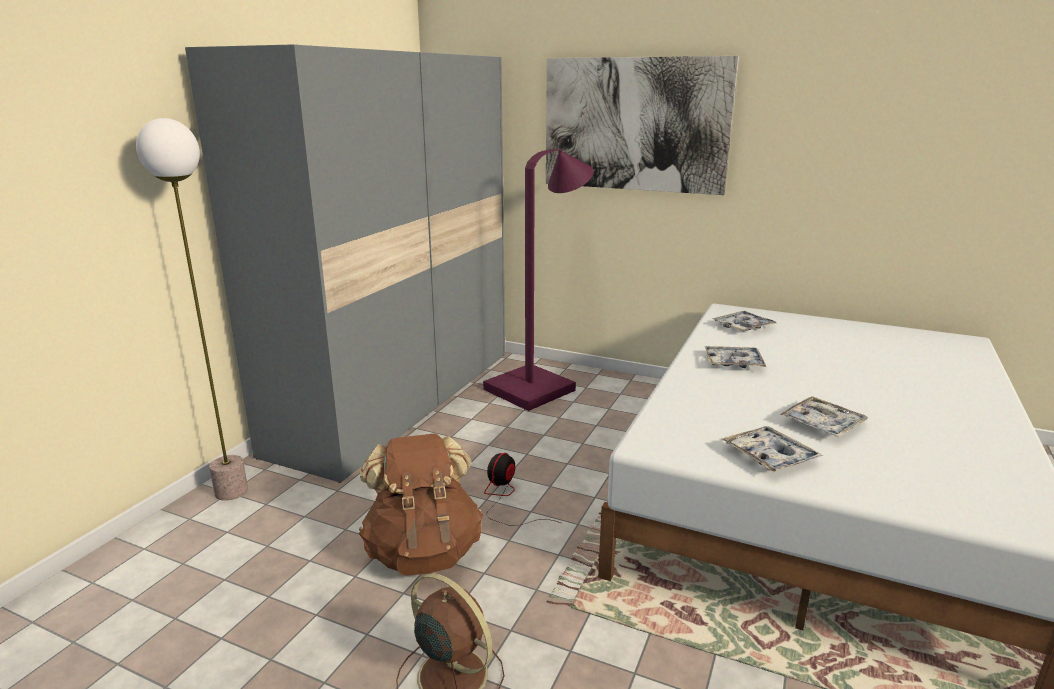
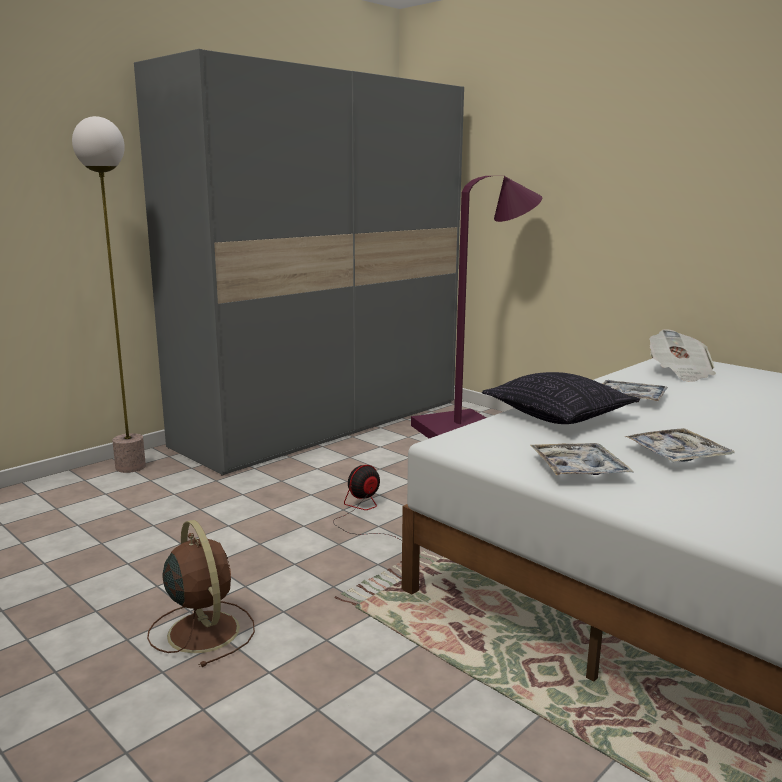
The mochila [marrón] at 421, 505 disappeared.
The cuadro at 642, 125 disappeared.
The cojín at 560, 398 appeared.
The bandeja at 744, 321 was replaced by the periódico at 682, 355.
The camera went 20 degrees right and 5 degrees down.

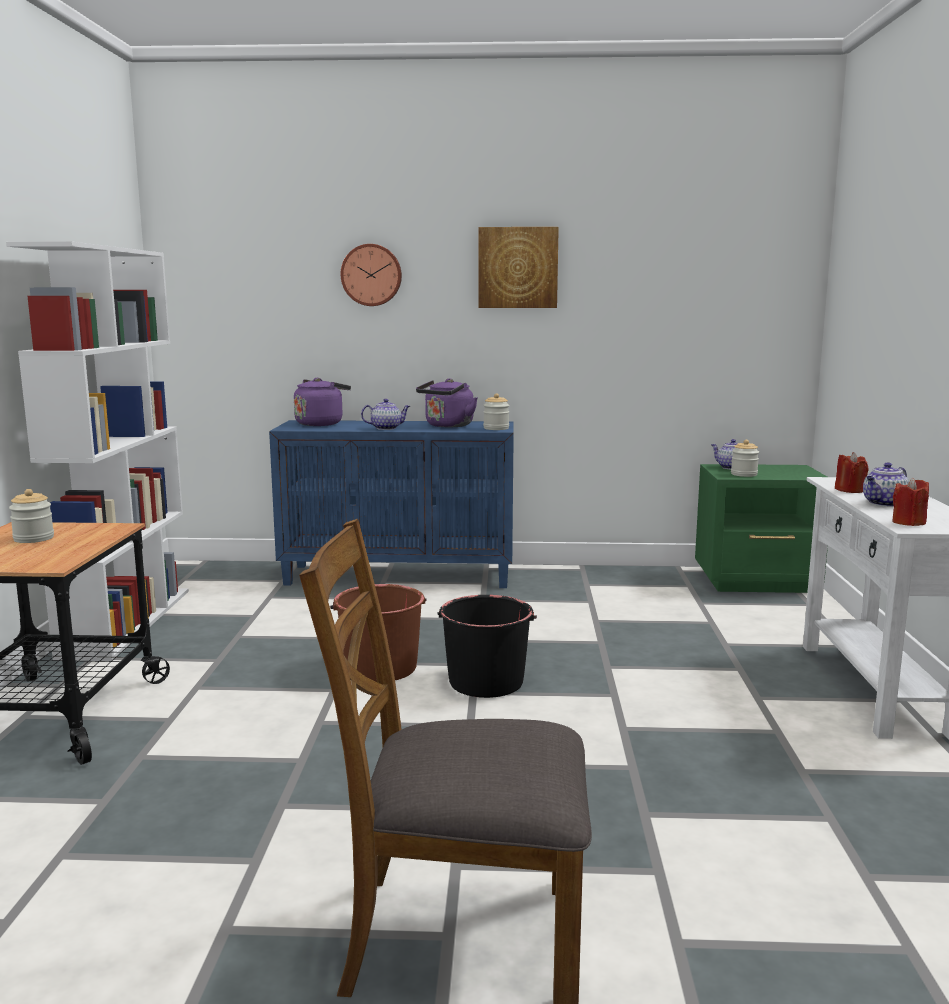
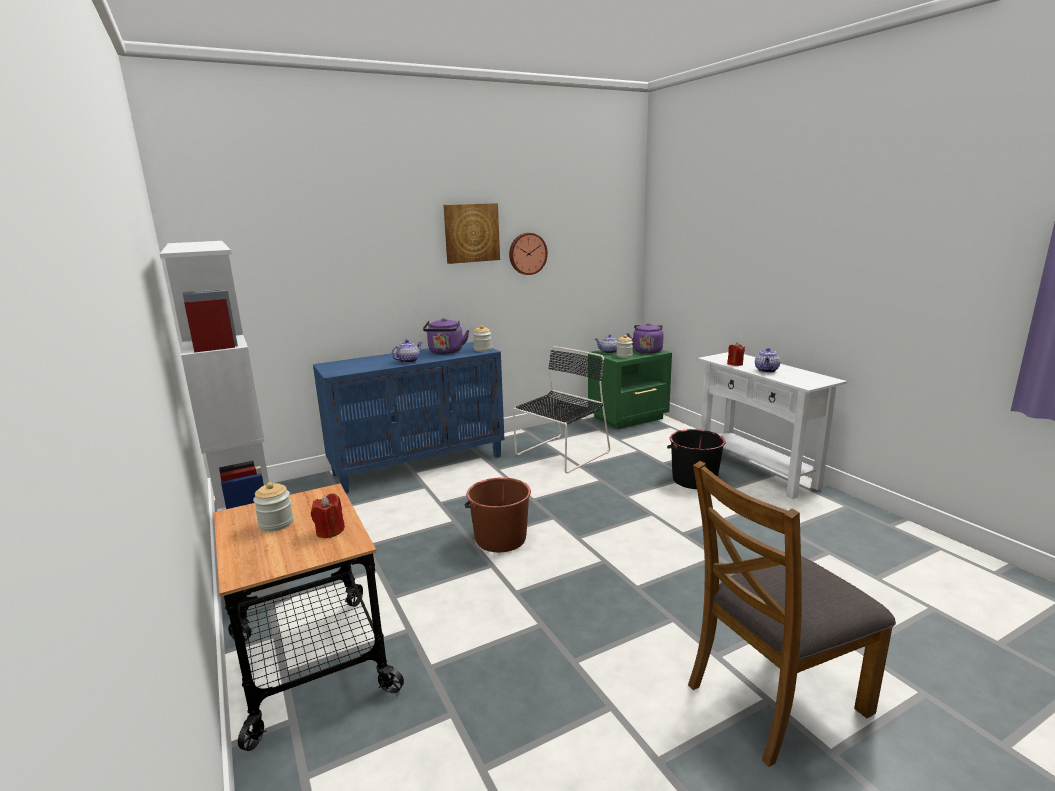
The silla [negro] at 561, 409 appeared.
The hervidor [morado] moved from 322, 402 to 645, 338.
The reloj de pared moved from 371, 275 to 528, 254.
The cubo [negro] moved from 487, 646 to 696, 459.
The vela [rojo] moved from 910, 502 to 328, 515.
The camera went 30 degrees left and 5 degrees up.

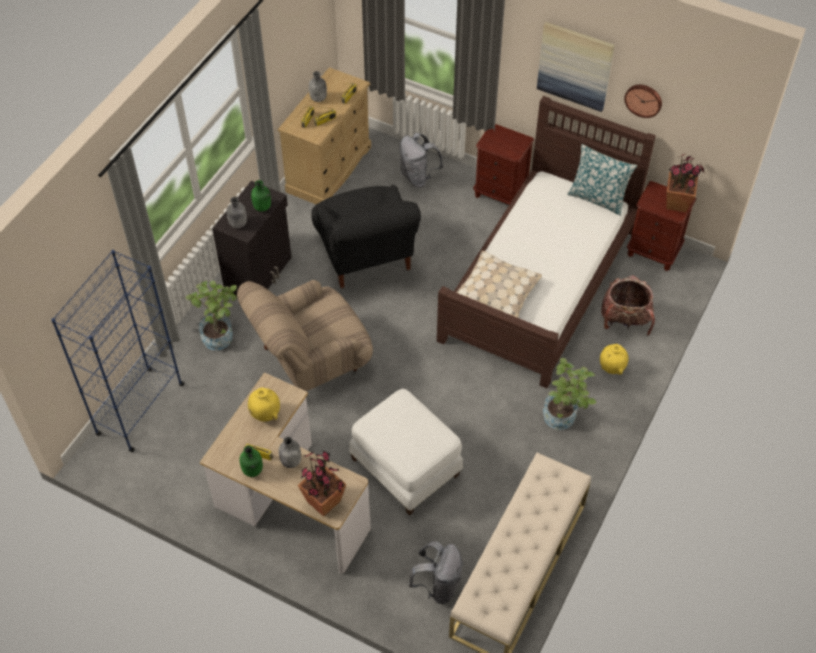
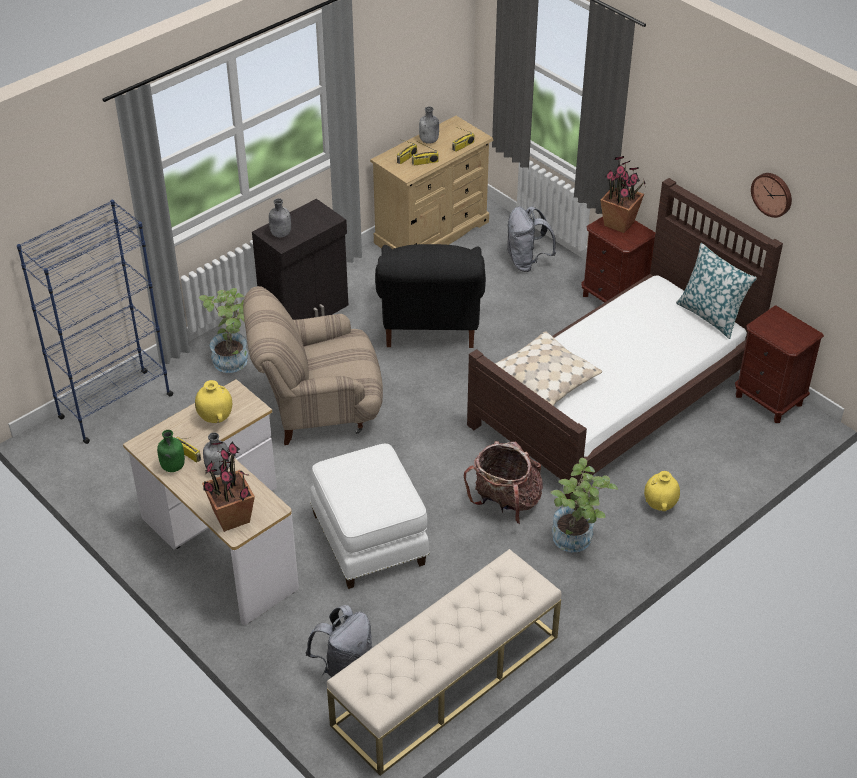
The botella [verde] at 261, 196 disappeared.
The cuadro at 576, 67 disappeared.
The mochila moved from 628, 305 to 503, 482.
The planta en maceta moved from 686, 183 to 622, 194.
The camera went 20 degrees right and 10 degrees down.

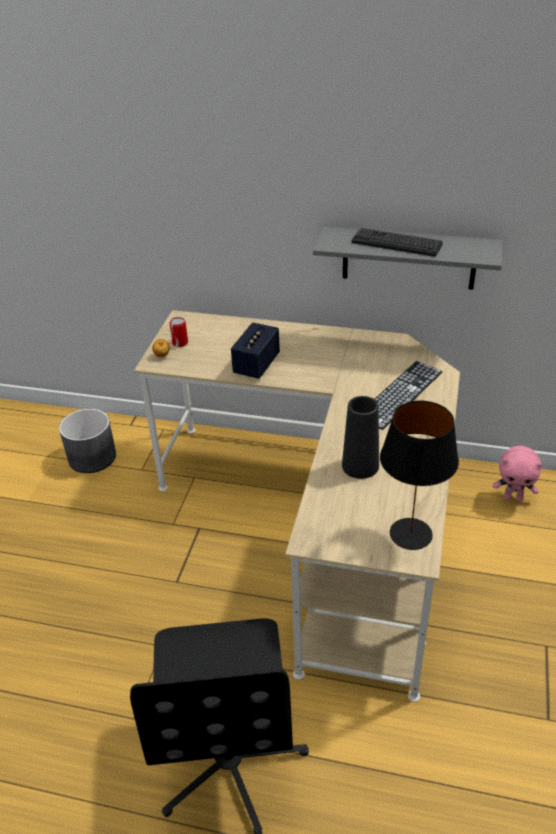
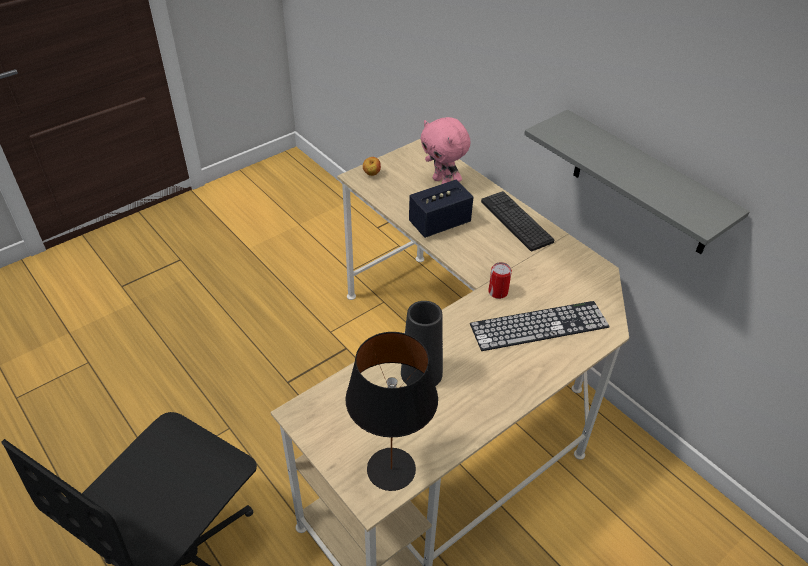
The maceta [gris] at 87, 441 disappeared.
The lata moved from 179, 332 to 500, 280.
The teclado moved from 397, 242 to 517, 221.
The peluche [rosa] moved from 517, 474 to 445, 150.
The camera went 35 degrees right and 5 degrees up.

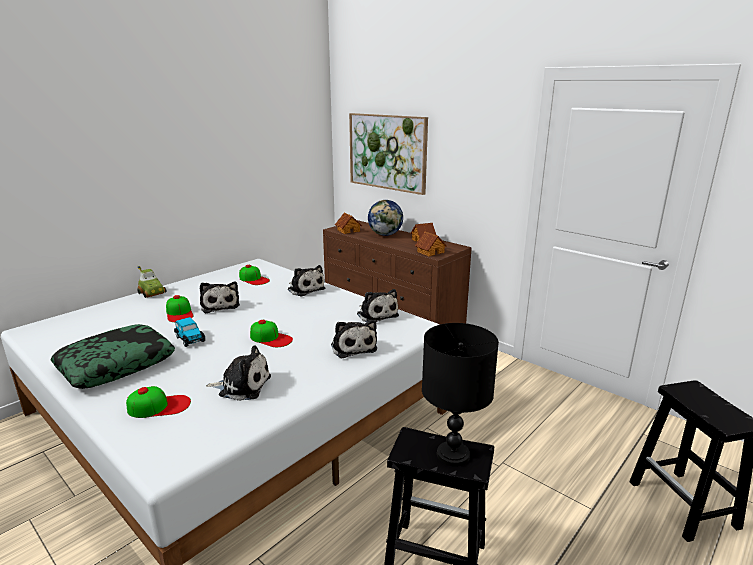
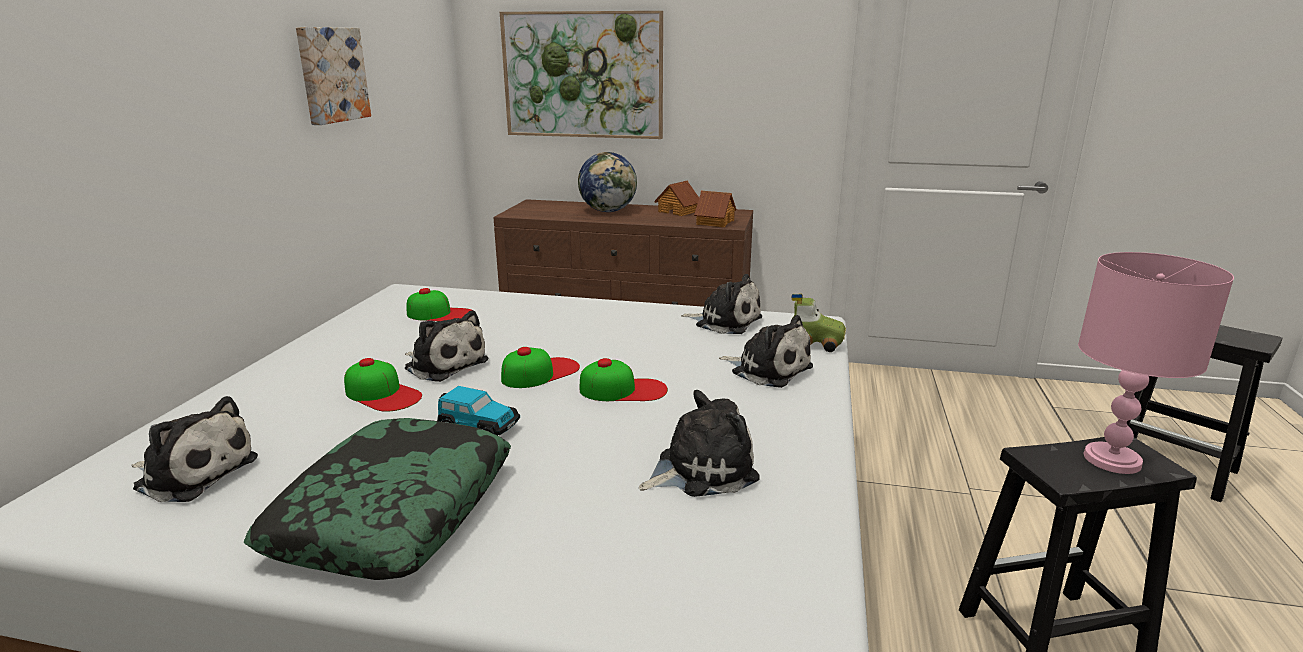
The casita at 348, 223 disappeared.
The cuadro at 333, 76 appeared.
The gorra moved from 158, 402 to 540, 367.
The coche de juguete moved from 152, 282 to 819, 323.
The peluche moved from 306, 280 to 194, 449.
The lámpara de mesa [negro] at 460, 395 became the lámpara de mesa [rosa] at 1156, 363.
The camera went 30 degrees left and 0 degrees up.

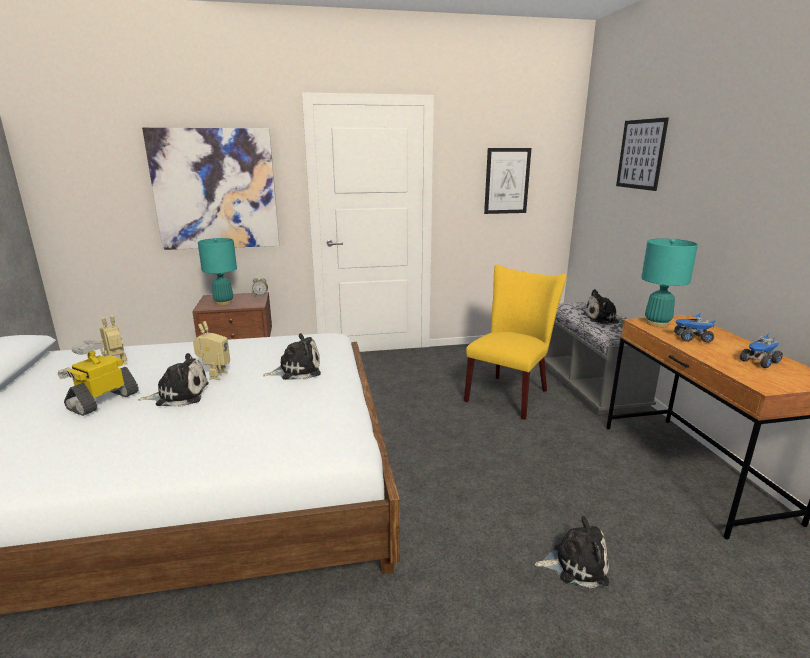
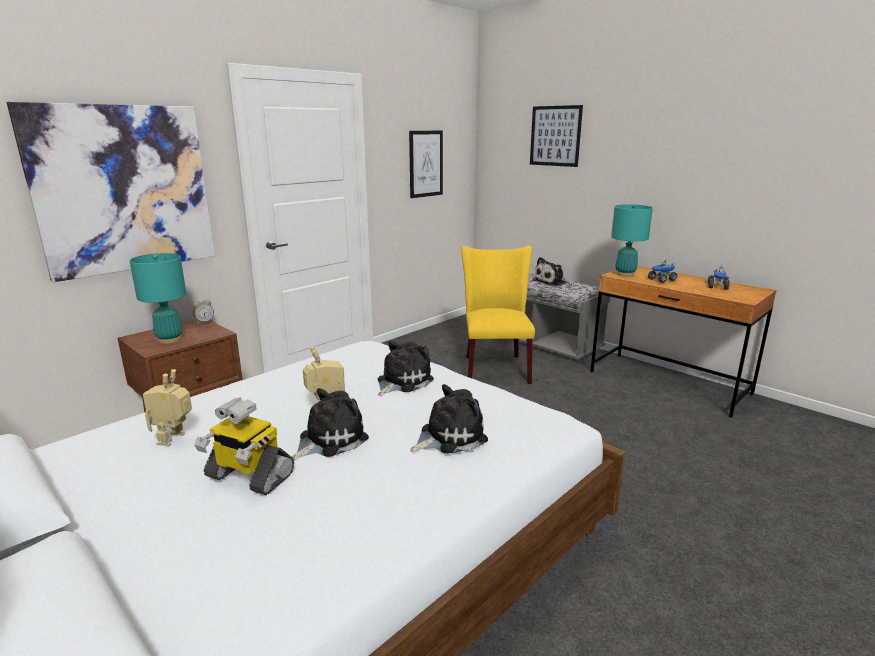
The peluche moved from 572, 552 to 449, 419.
The robot de juguete at 98, 378 turned 60 degrees counterclockwise.
The camera went 35 degrees left and 0 degrees up.

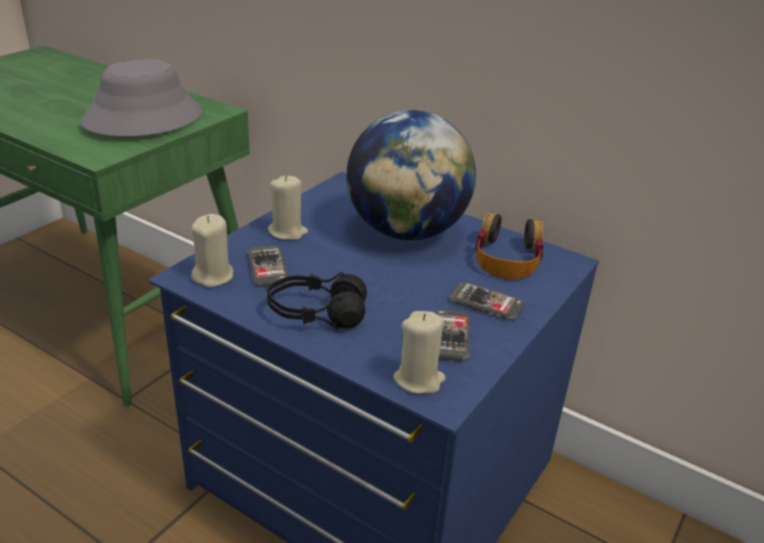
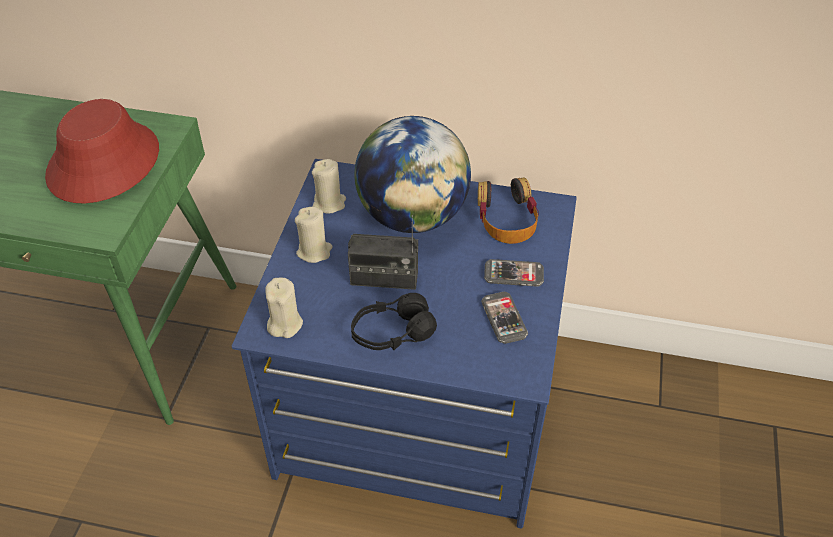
The móvil at 268, 266 disappeared.
The radio at 383, 252 appeared.
The vela [beis] moved from 419, 352 to 329, 186.
The sombrero [gris] at 141, 98 became the sombrero [rojo] at 102, 151.
The camera went 20 degrees left and 15 degrees up.

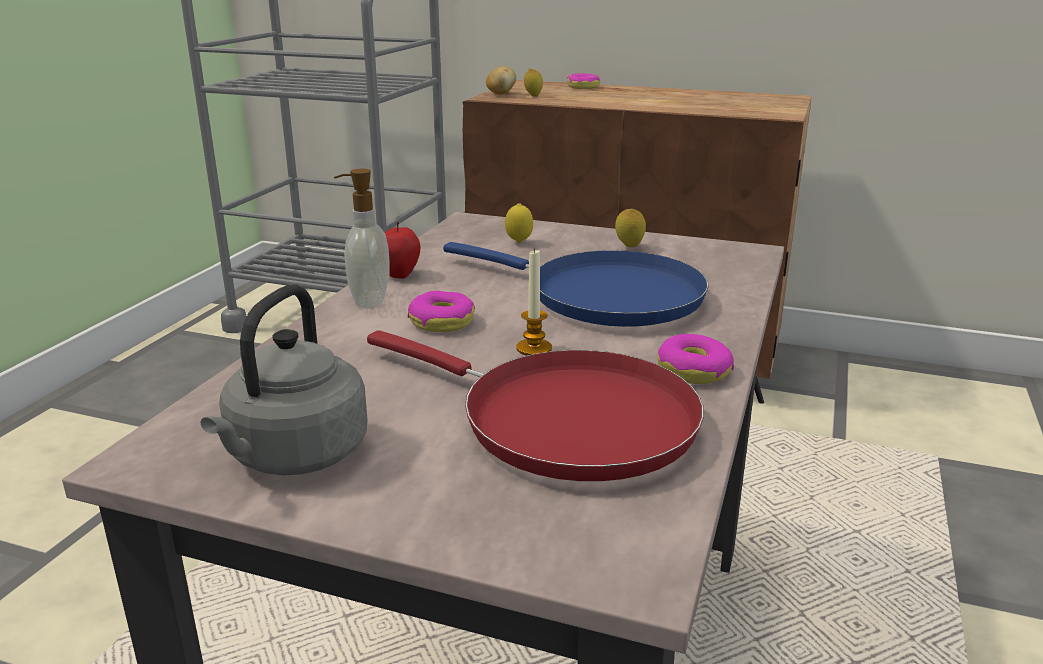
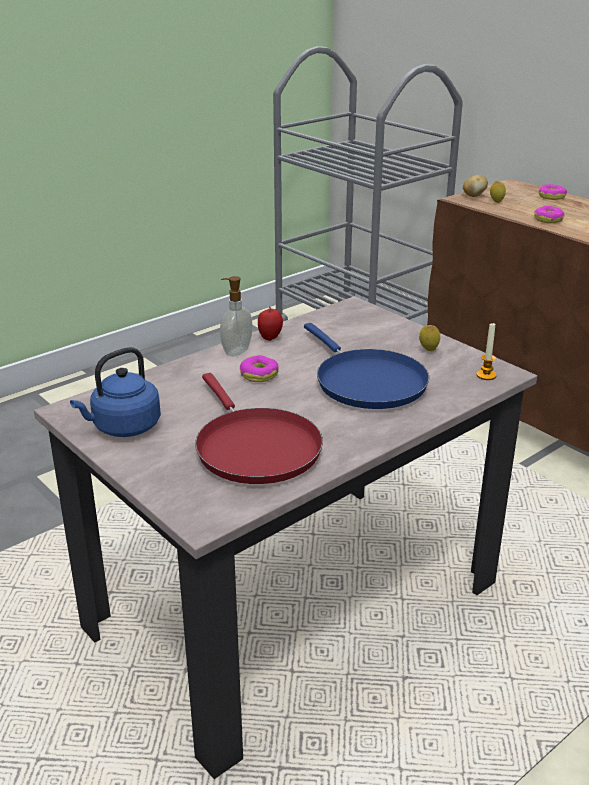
The limón at 519, 223 disappeared.
The vela moved from 534, 302 to 486, 351.
The rosquilla moved from 695, 359 to 549, 214.
The hervidor [gris] at 284, 379 became the hervidor [azul] at 115, 392.
The camera went 30 degrees right and 5 degrees up.

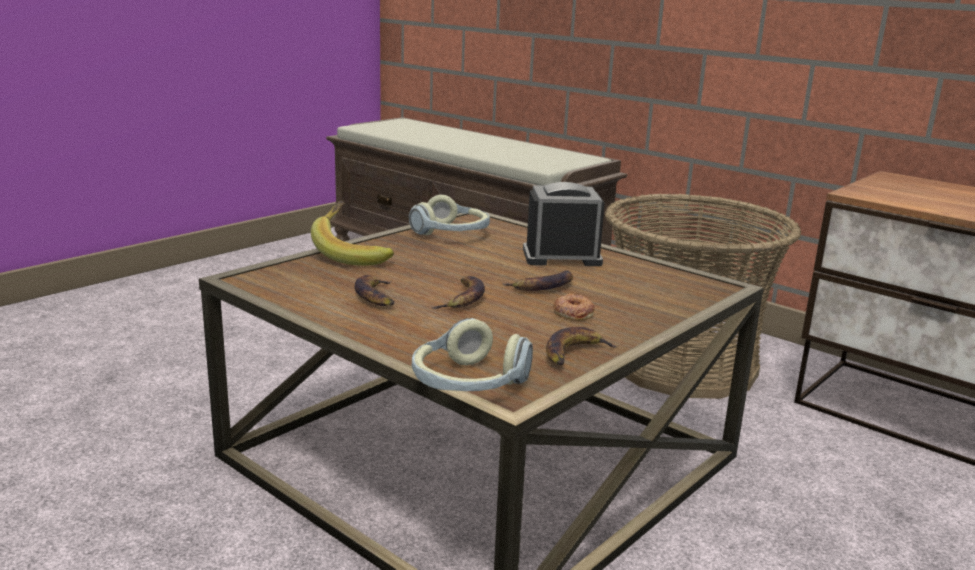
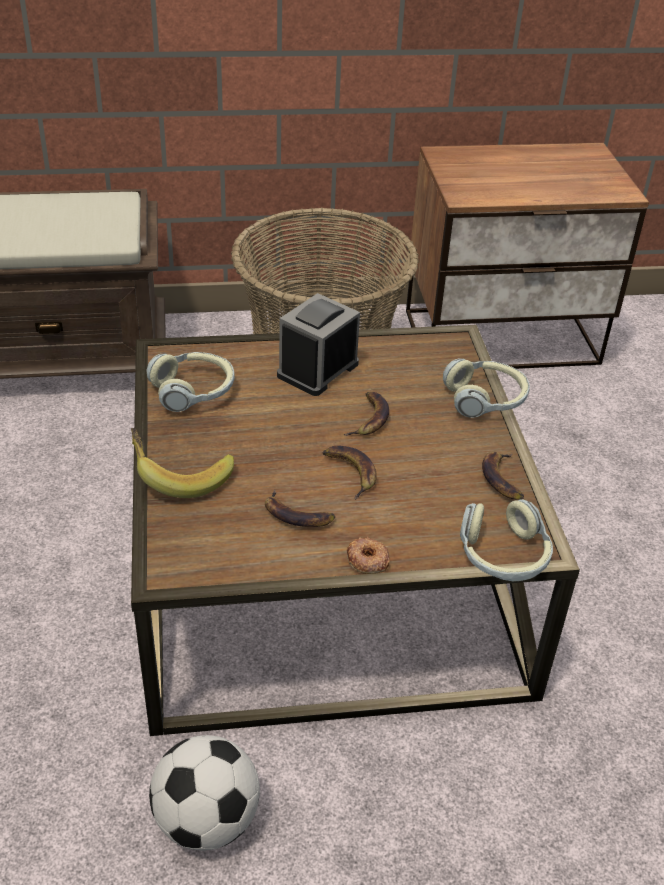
The balón de fútbol at 204, 792 appeared.
The auriculares at 486, 388 appeared.
The rosquilla moved from 574, 307 to 368, 555.
The camera went 50 degrees left and 20 degrees up.

